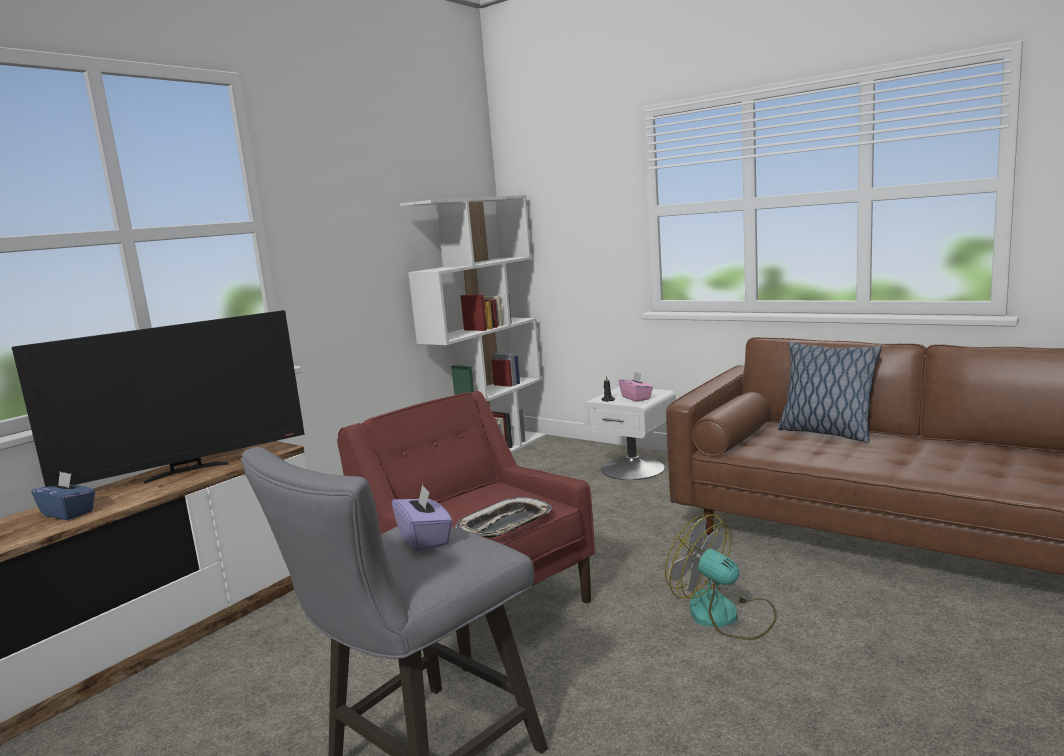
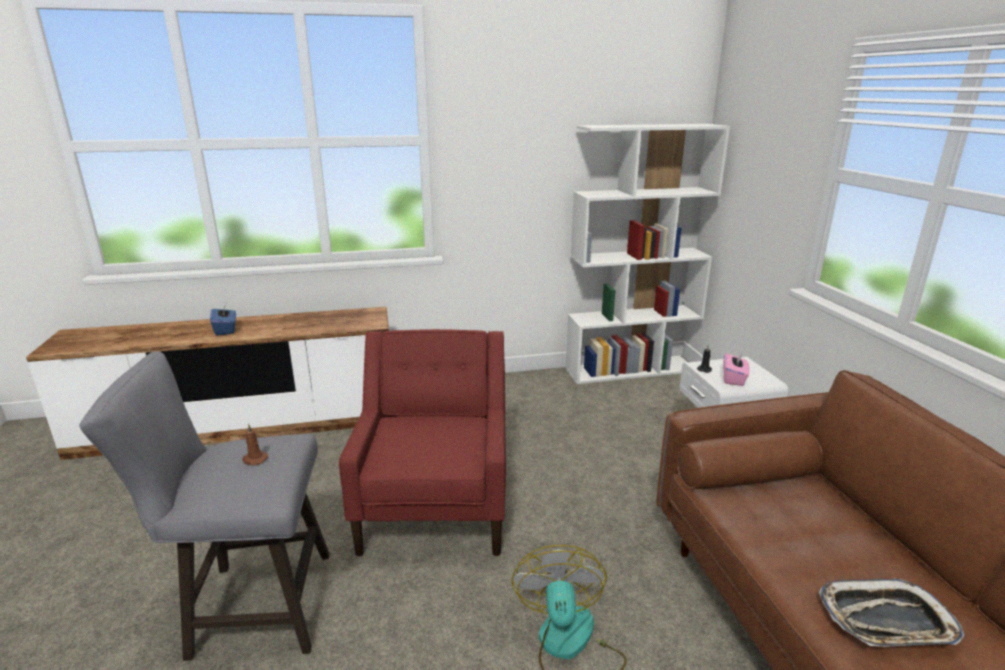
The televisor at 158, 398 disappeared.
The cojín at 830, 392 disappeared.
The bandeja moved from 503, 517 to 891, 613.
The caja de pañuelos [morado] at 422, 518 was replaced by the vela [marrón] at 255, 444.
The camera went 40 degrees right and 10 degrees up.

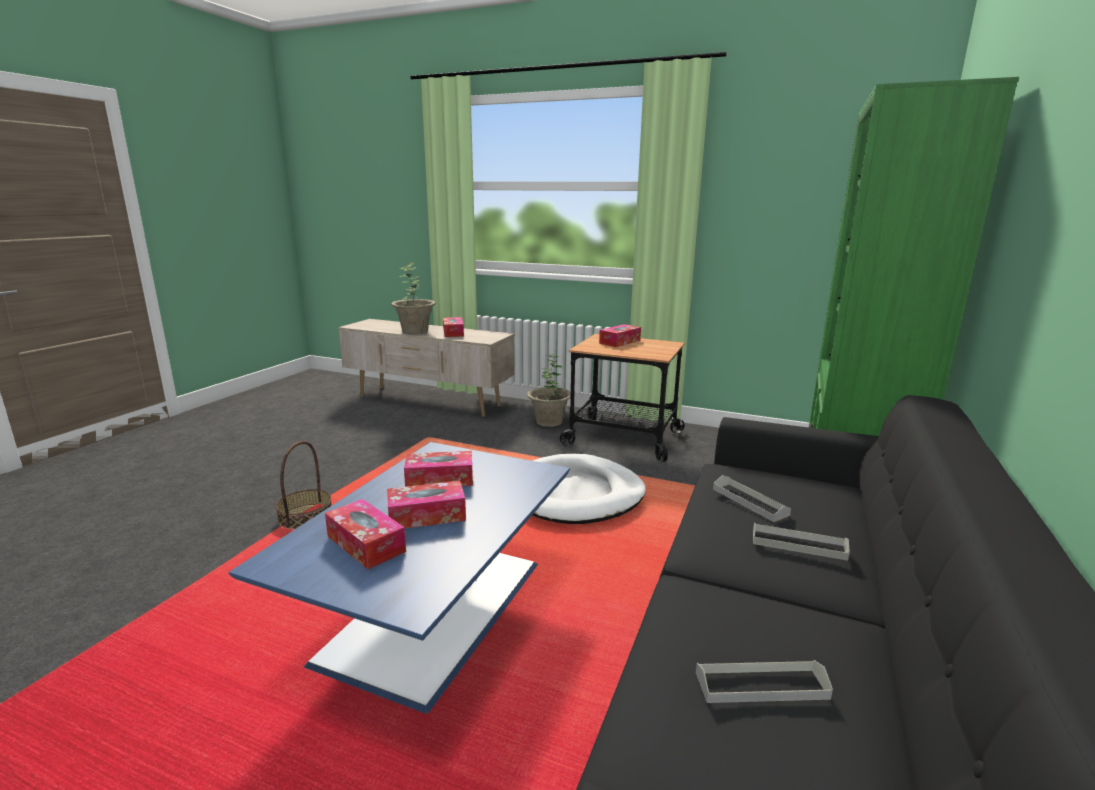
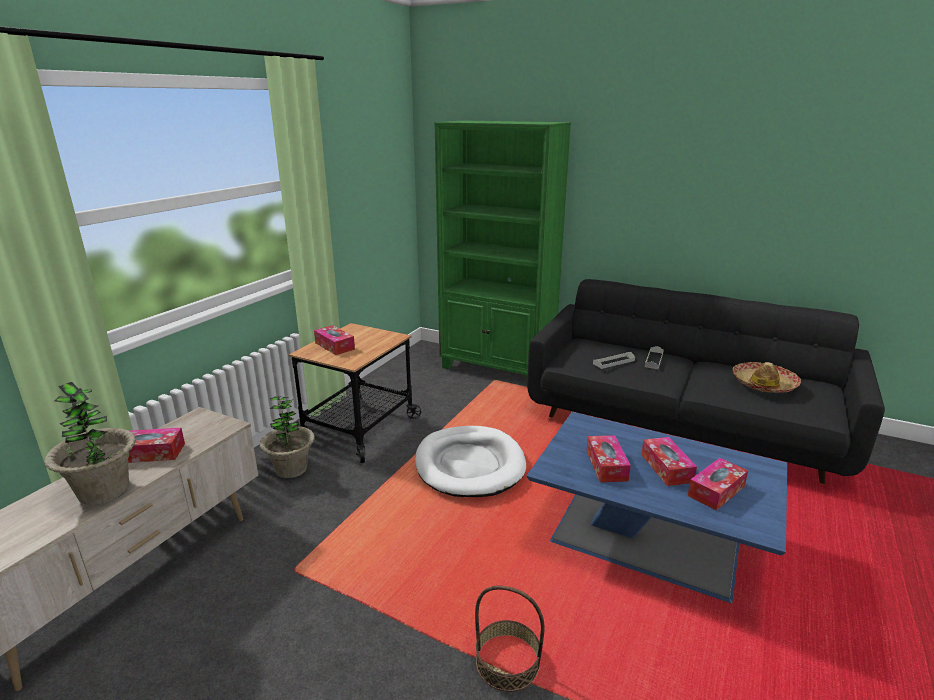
The bandeja [gris] at 764, 681 was replaced by the sombrero at 767, 377.
The camera went 85 degrees left and 5 degrees up.

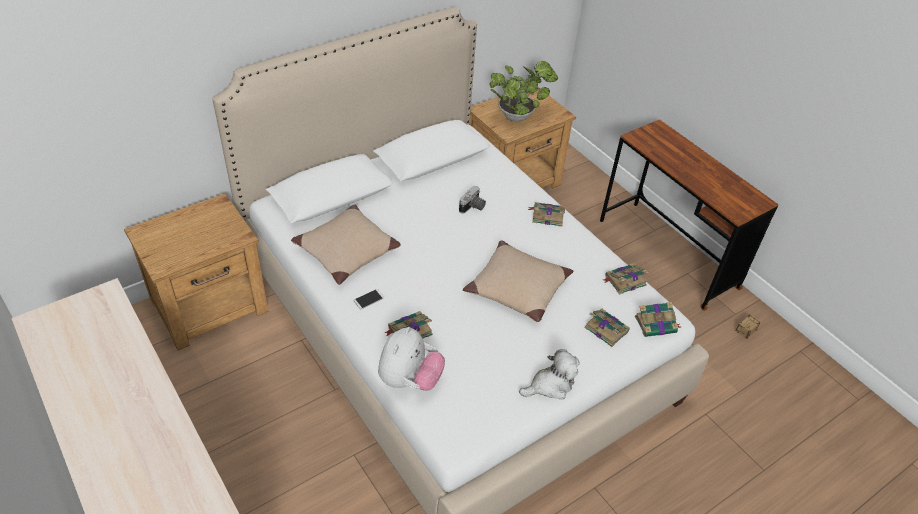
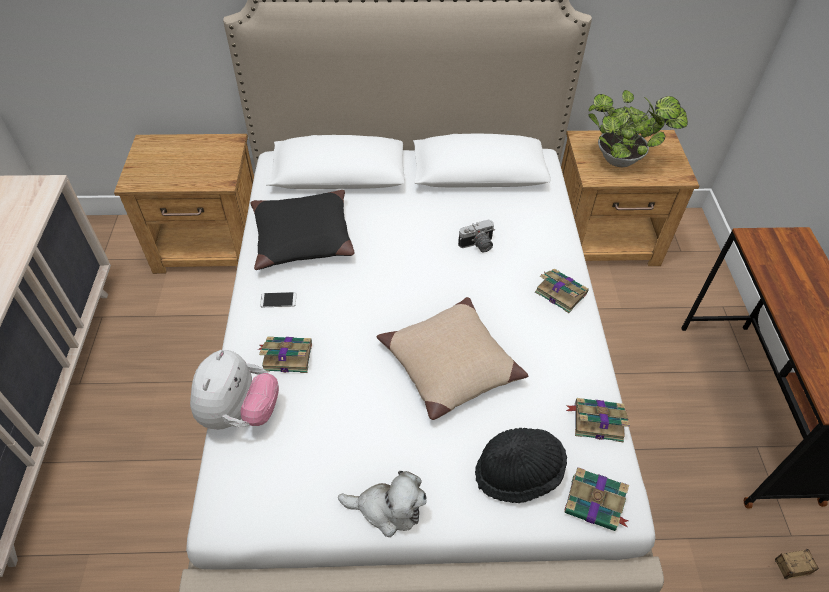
The libro at 607, 328 was replaced by the sombrero [negro] at 521, 465.
The cojín [beis] at 346, 244 became the cojín [negro] at 302, 230.
The peluche at 411, 359 turned 45 degrees counterclockwise.
The camera went 35 degrees right and 5 degrees up.

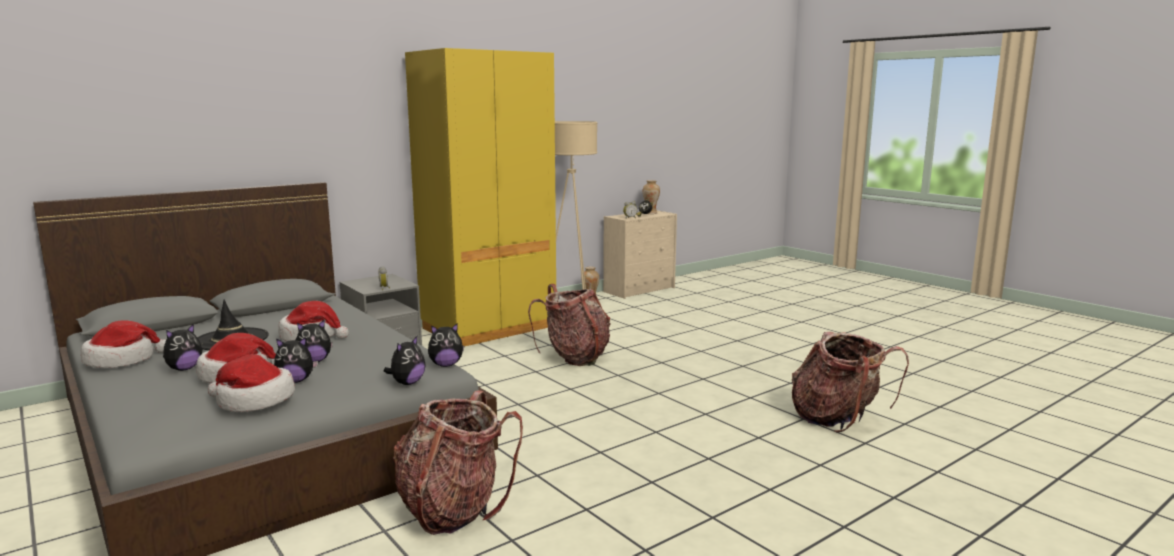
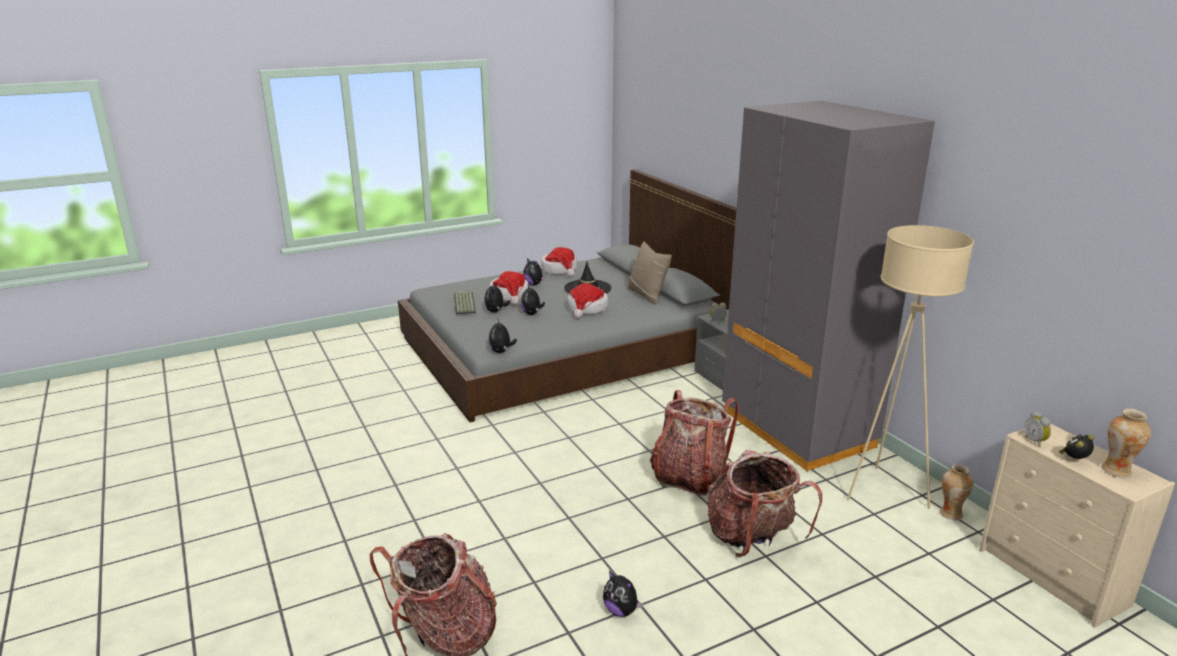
The cojín [beis] at 650, 273 appeared.
The peluche moved from 405, 360 to 623, 594.
The mochila moved from 458, 462 to 764, 503.
The sombrero at 251, 383 was replaced by the teclado at 465, 303.
The armario ropero [amarillo] at 480, 197 became the armario ropero [gris] at 828, 286.
The camera went 100 degrees right and 10 degrees up.

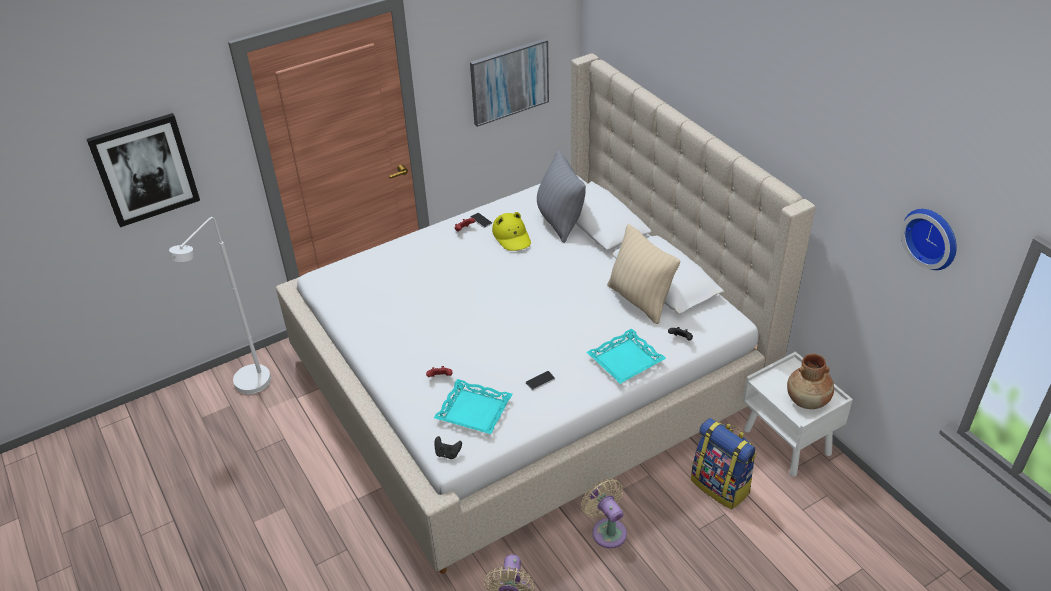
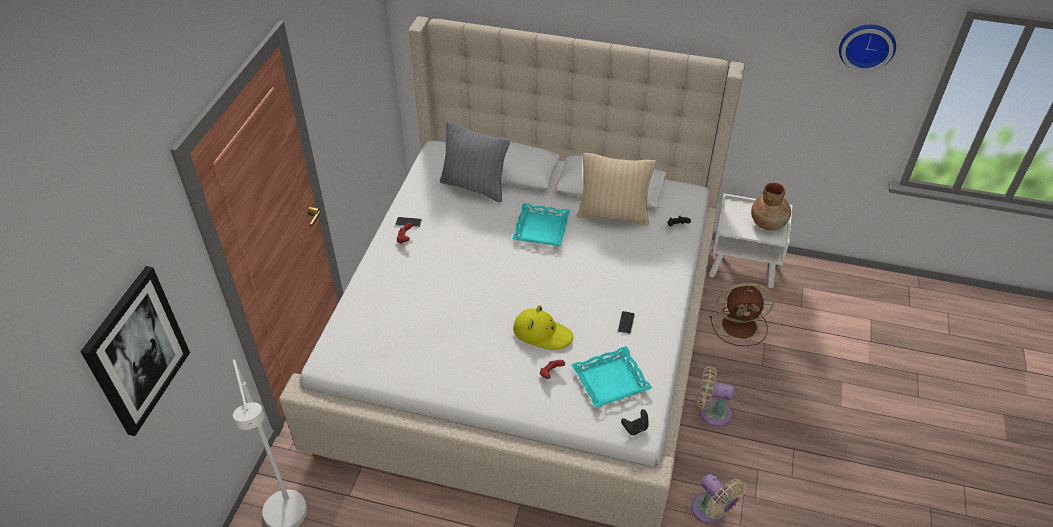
The cuadro at 509, 82 disappeared.
The sombrero [amarillo] moved from 511, 231 to 543, 327.
The bandeja [turquesa] moved from 626, 356 to 541, 224.
The mochila at 724, 463 was replaced by the ventilador [marrón] at 742, 314.
The camera went 45 degrees left and 5 degrees up.

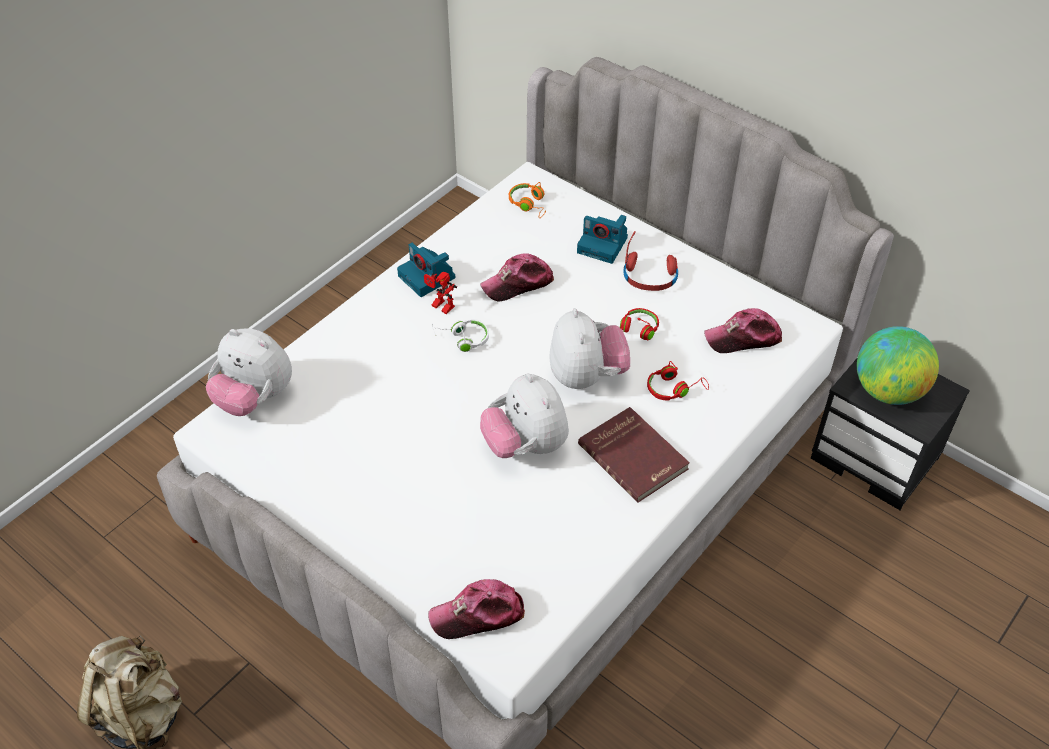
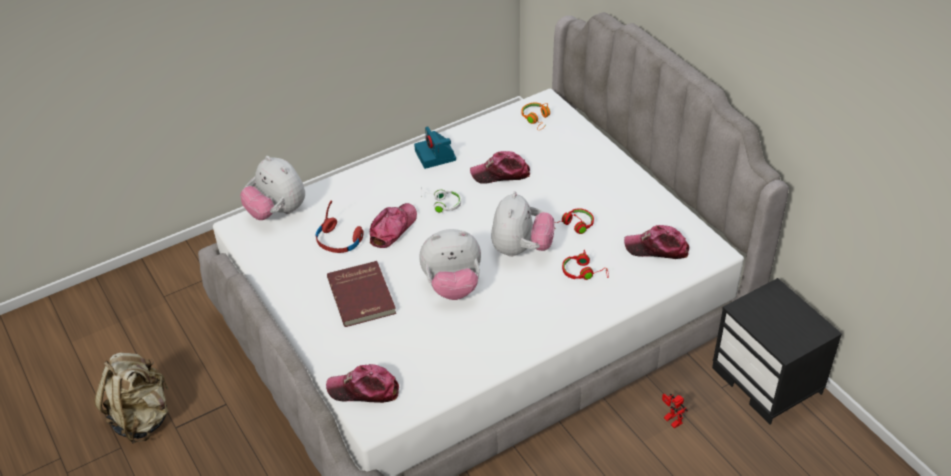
The cámara at 602, 239 disappeared.
The globo terráqueo at 898, 365 disappeared.
The gorra at 393, 225 appeared.
The robot de juguete moved from 440, 293 to 675, 411.
The libro [rojo] moved from 634, 455 to 361, 294.
The auriculares [rojo] moved from 650, 261 to 339, 226.
The peluche at 524, 415 turned 90 degrees counterclockwise.
The camera went 20 degrees right and 5 degrees down.

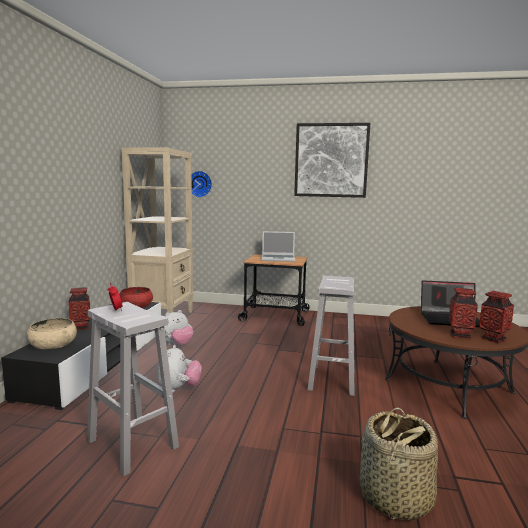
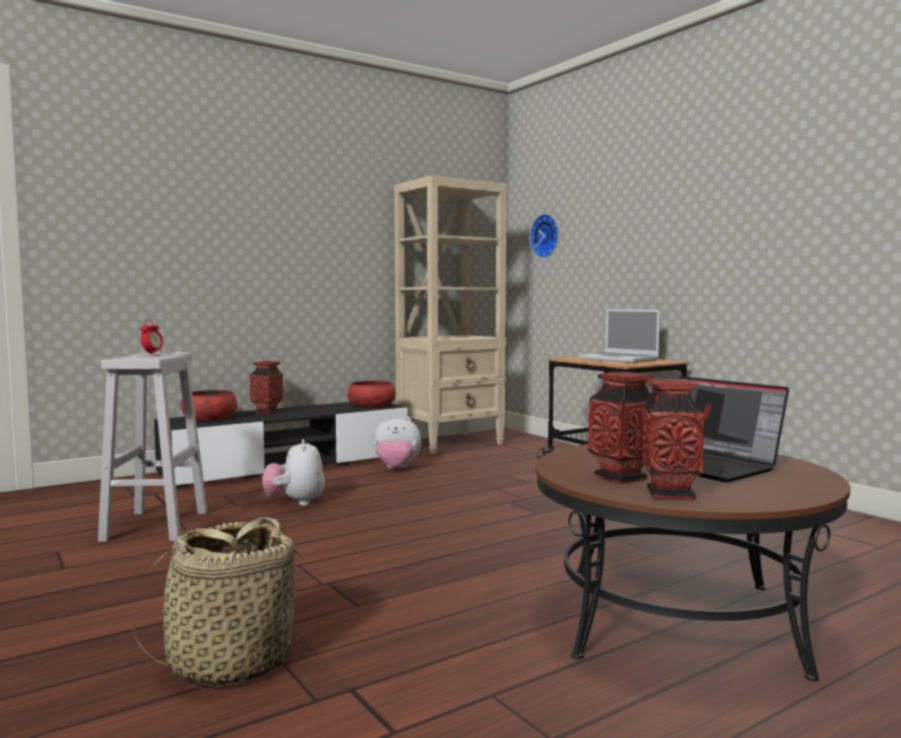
The cuadro at 332, 160 disappeared.
The taburete [blanco] at 331, 336 disappeared.
The cuenco [beis] at 52, 333 became the cuenco [rojo] at 208, 405.
The peluche at 179, 369 turned 120 degrees clockwise.
The camera went 45 degrees right and 5 degrees down.

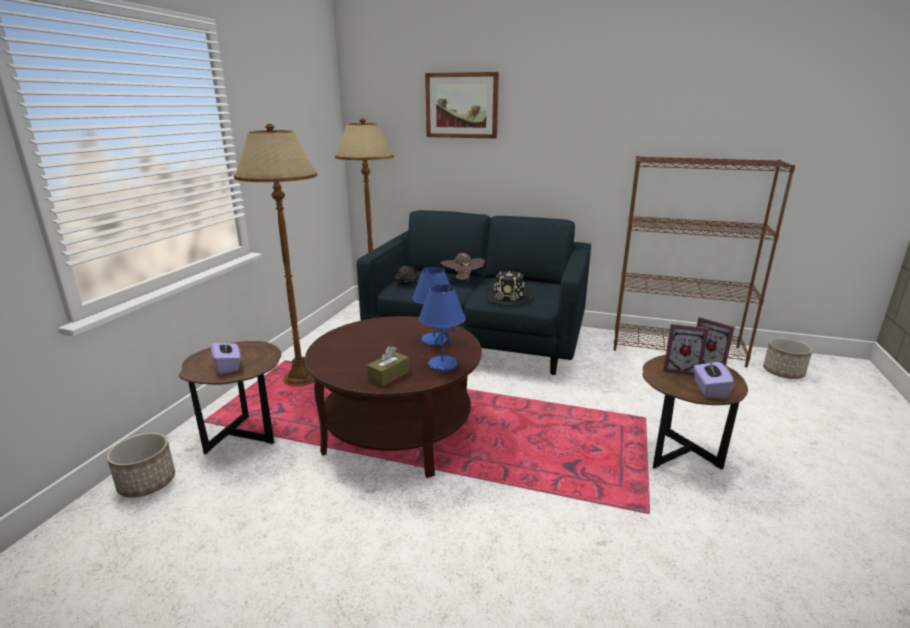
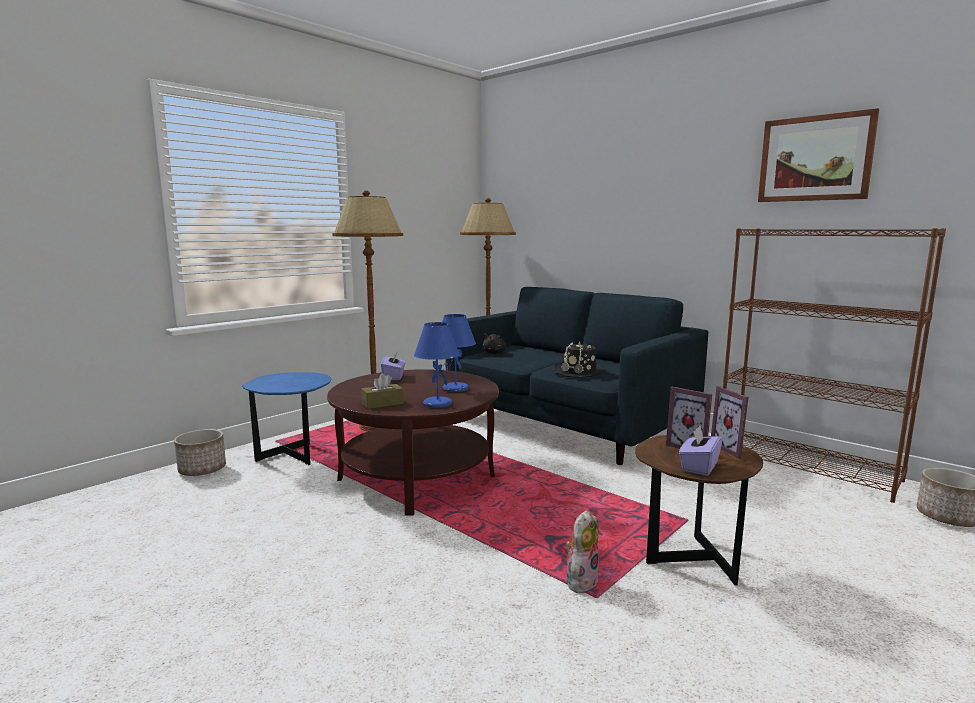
The sombrero [marrón] at 462, 266 disappeared.
The peluche at 582, 552 appeared.
The caja de pañuelos [morado] moved from 225, 355 to 393, 366.
The cuadro moved from 462, 105 to 818, 155.
The mesa auxiliar [marrón] at 230, 398 became the mesa auxiliar [azul] at 286, 418.
The camera went 25 degrees right and 10 degrees down.

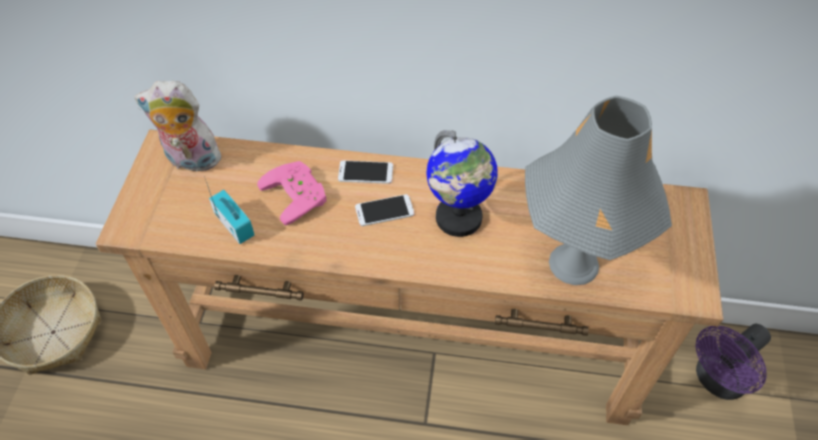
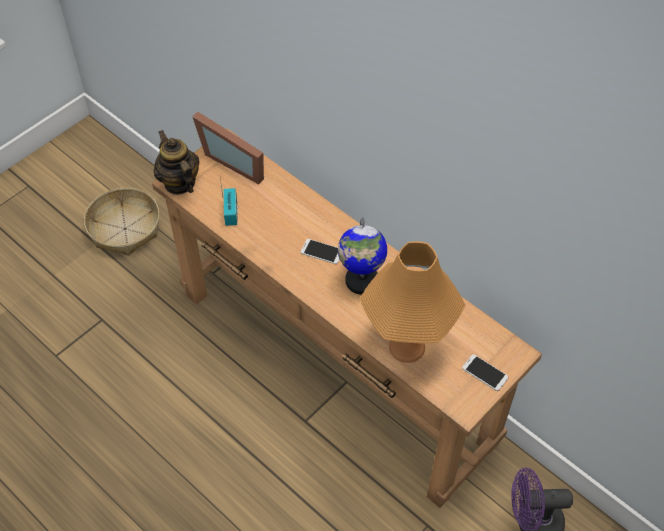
The mando de consola [rosa] at 292, 193 disappeared.
The tetera at 176, 162 appeared.
The móvil moved from 365, 172 to 485, 372.
The peluche at 177, 126 was replaced by the portarretratos at 228, 148.
The lámpara de mesa [gris] at 598, 190 became the lámpara de mesa [naranja] at 412, 302.
The camera went 35 degrees right and 0 degrees up.

